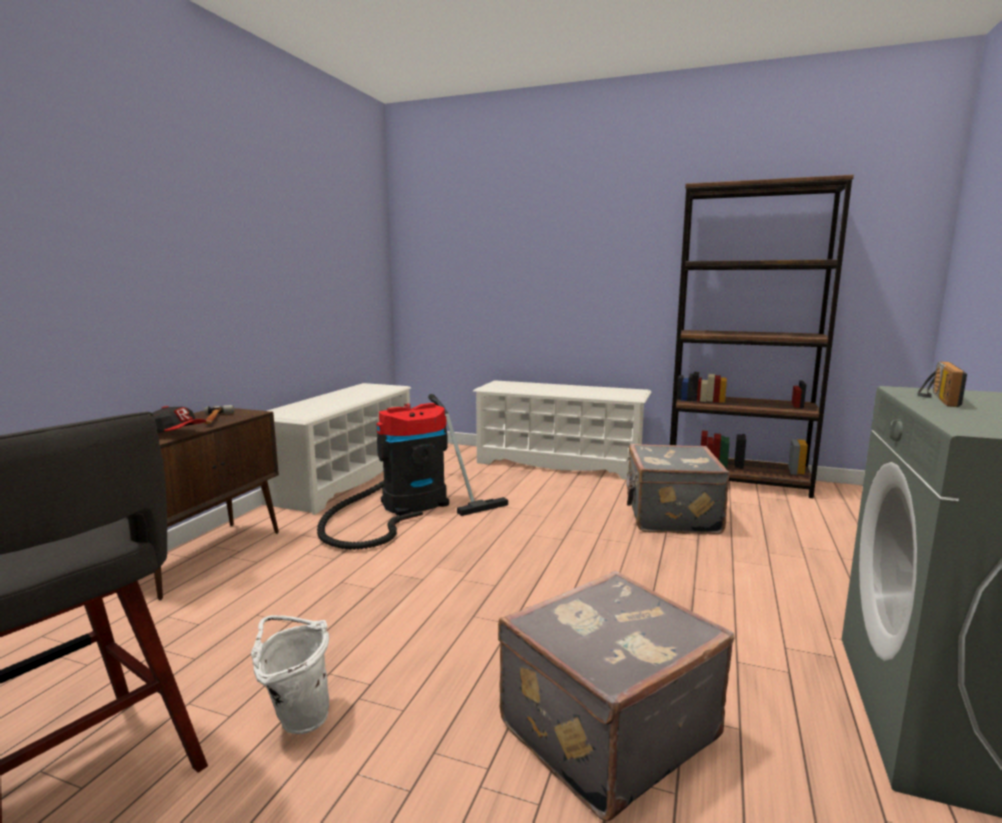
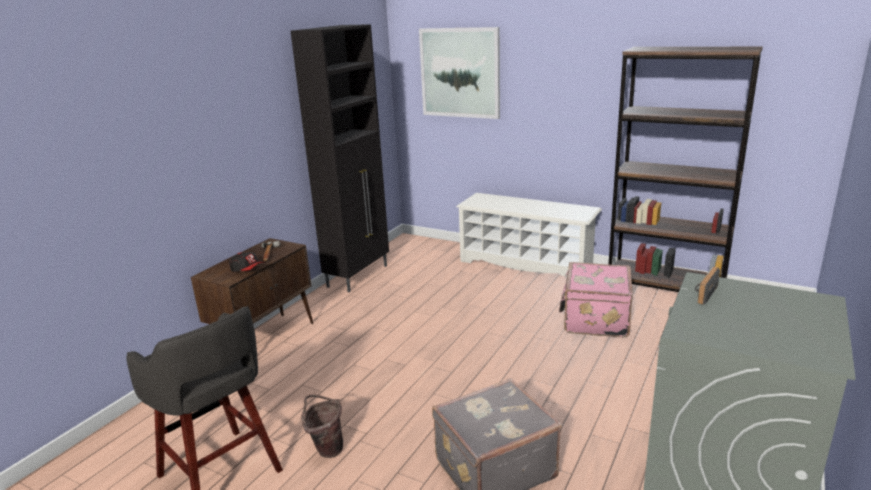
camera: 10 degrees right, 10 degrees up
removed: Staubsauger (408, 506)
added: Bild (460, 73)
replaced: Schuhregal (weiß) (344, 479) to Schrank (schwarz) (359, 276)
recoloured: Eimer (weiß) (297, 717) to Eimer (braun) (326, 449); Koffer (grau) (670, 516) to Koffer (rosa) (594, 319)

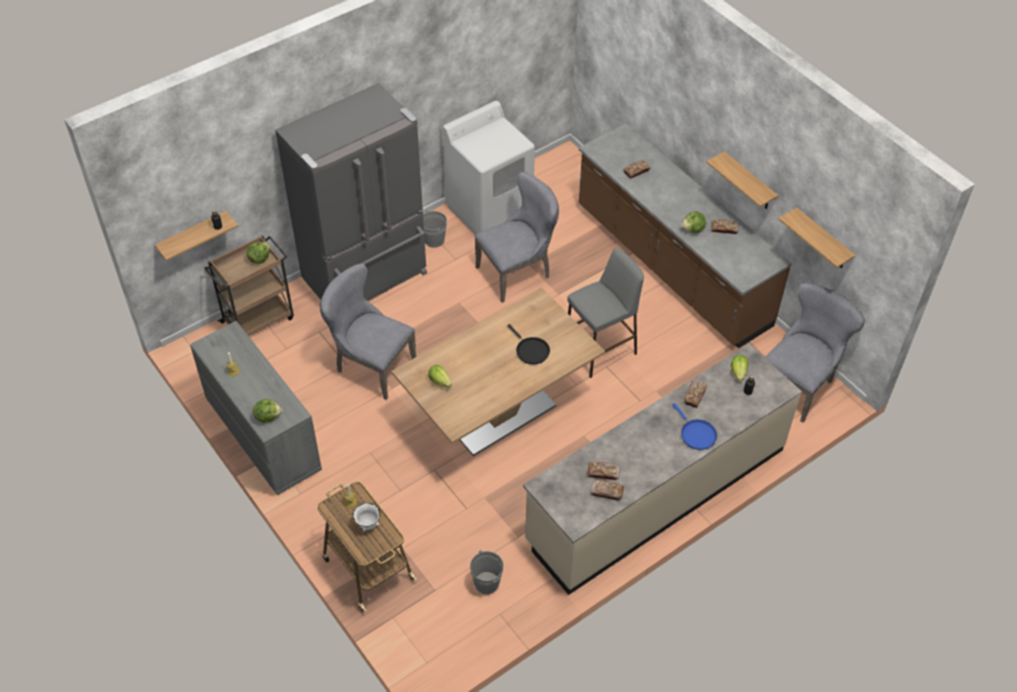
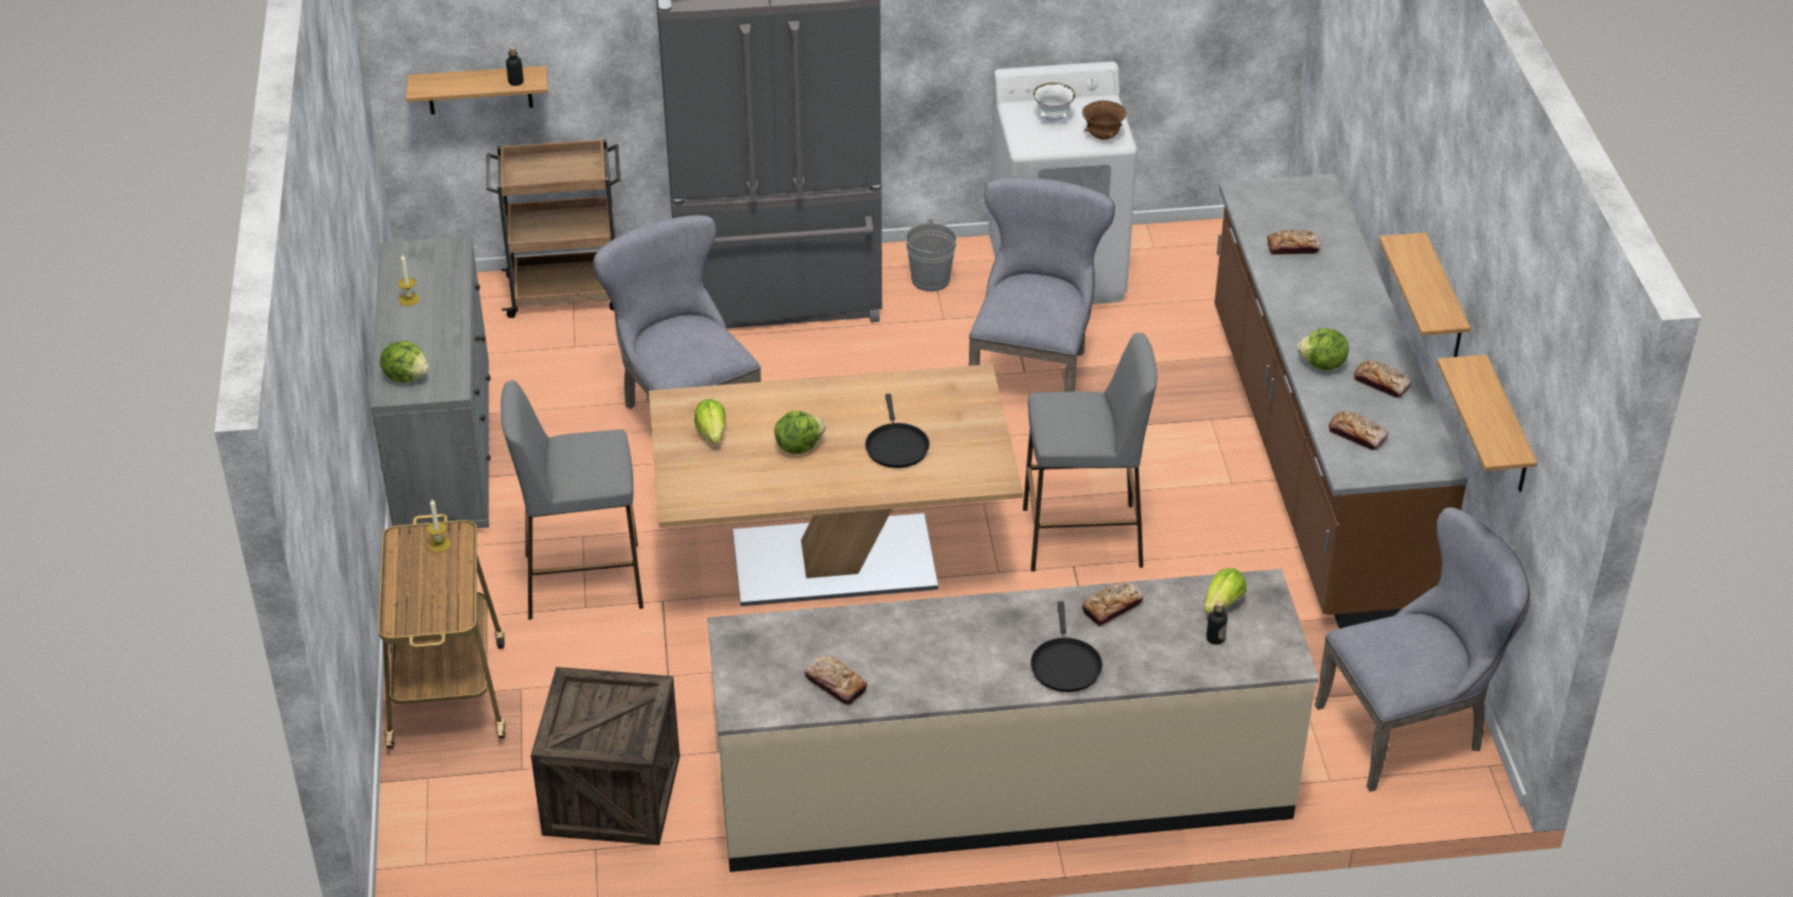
camera: 30 degrees right, 10 degrees down
added: Hocker (grau) (582, 581); Schüssel (braun) (1102, 136)
moved: Salatkopf (259, 259) to (798, 446); Schüssel (weiß) (368, 524) to (1053, 118); Brot (603, 472) to (1357, 435)
replaced: Eimer (grau) (486, 583) to Kiste (612, 795)
recoloured: Pfanne (blau) (696, 434) to Pfanne (schwarz) (1065, 664)
turned: Stuhl (grau) (518, 272) = (1033, 373) 75 degrees counterclockwise

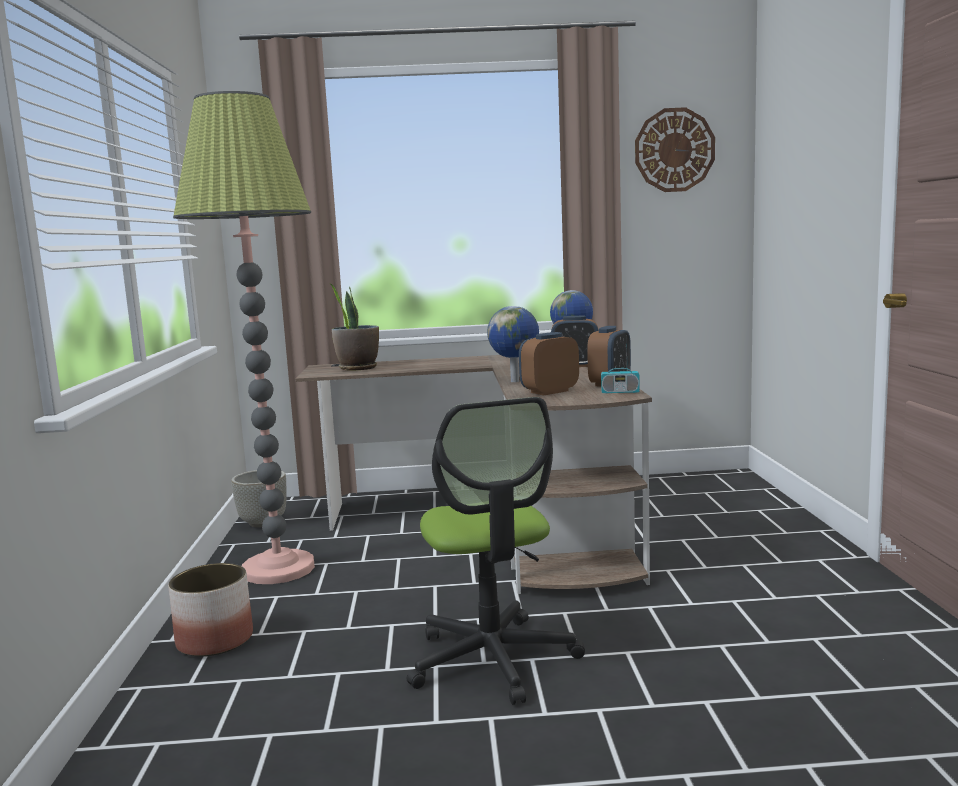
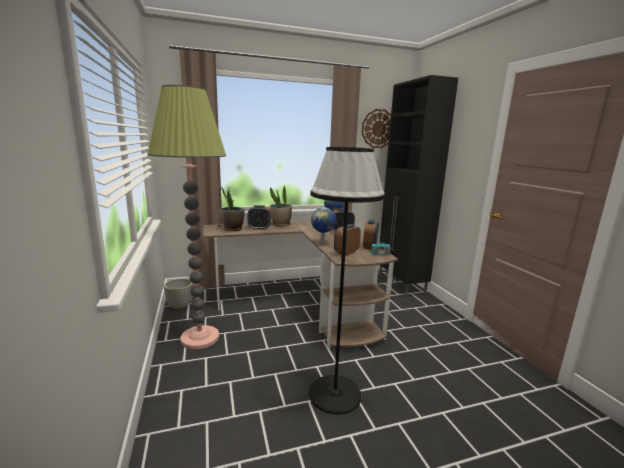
camera: 15 degrees left, 5 degrees up
removed: Pflanzkübel (214, 641)
added: Wecker (259, 228); Topfpflanze (280, 224); Schrank (schwarz) (401, 284)
replaced: Bürostuhl (492, 659) to Stehlampe (schwarz) (335, 394)

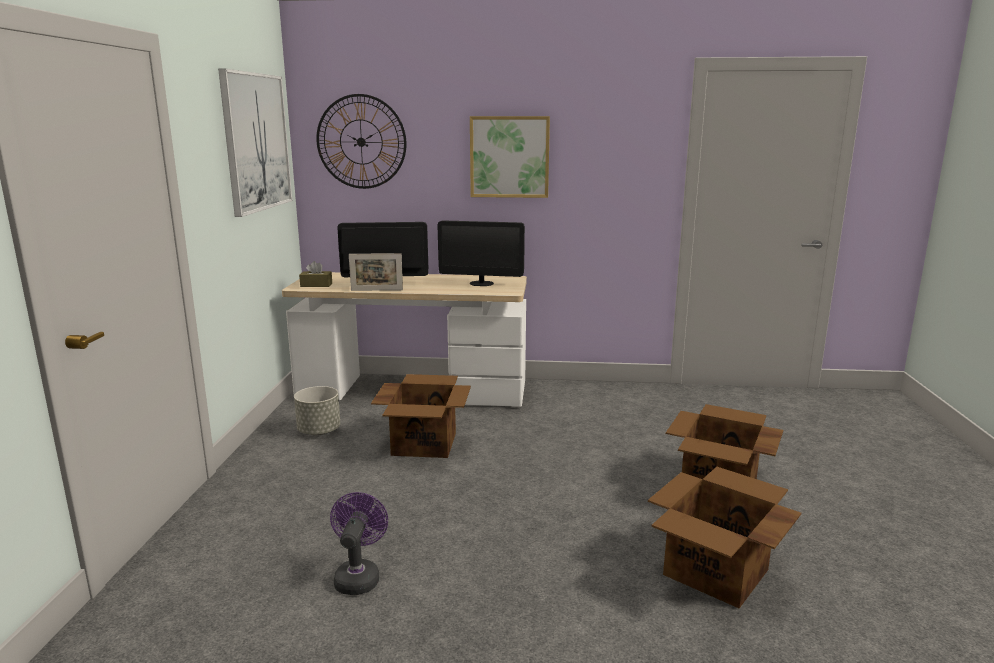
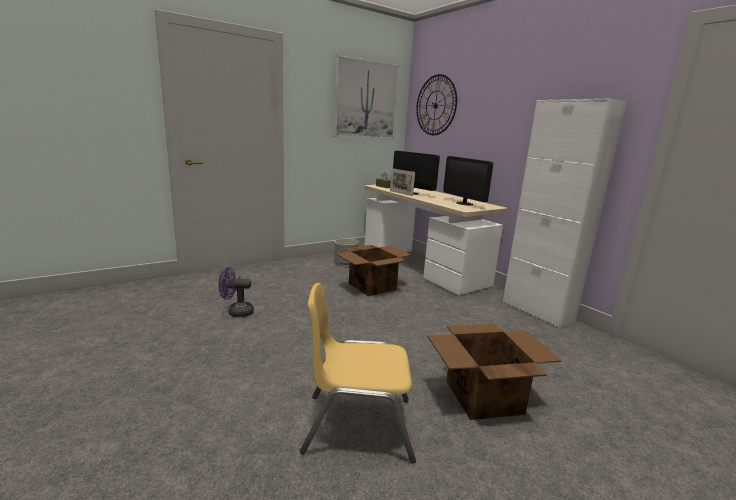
camera: 50 degrees right, 0 degrees up
removed: Bild (509, 157)
added: Schrank (weiß) (537, 311)
replaced: Karton (714, 572) to Stuhl (gelb) (358, 425)
turned: Ventilator (lila) (358, 576) = (236, 312) 150 degrees counterclockwise

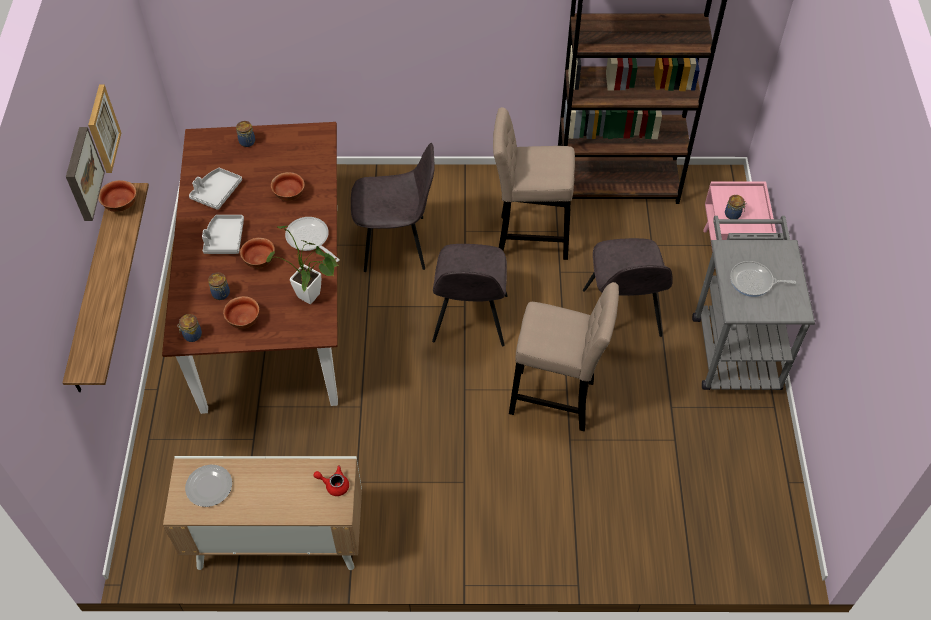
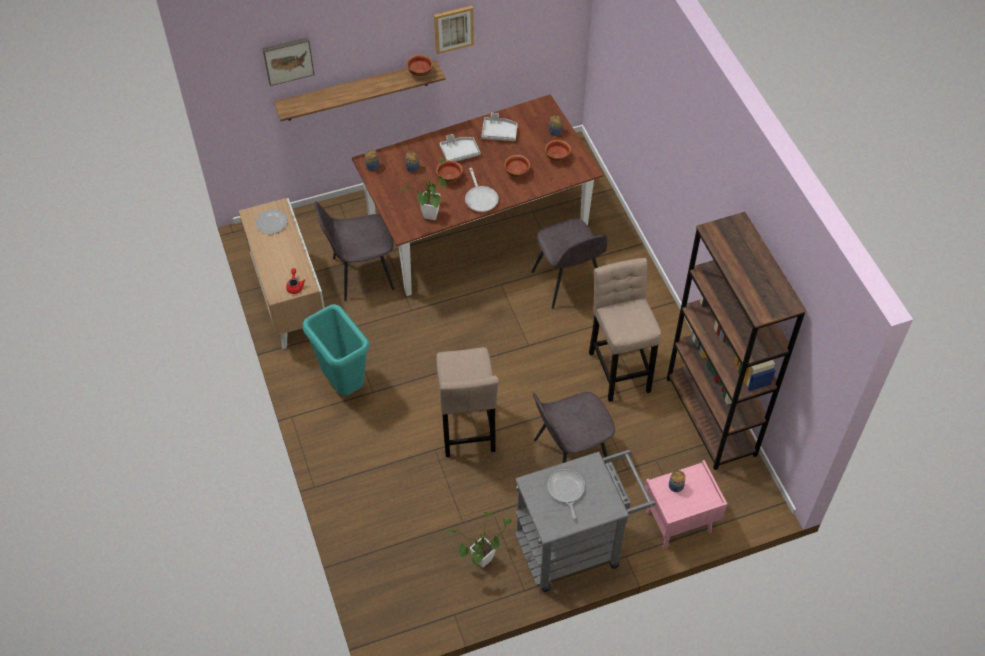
camera: 70 degrees right, 0 degrees up
added: Mülleimer (türkis) (343, 384); Topfpflanze (479, 562)
moved: Bild (81, 174) to (288, 59); Schüssel (243, 320) to (557, 157); Stuhl (grau) (470, 320) to (361, 274)
turned: Pfanne (310, 239) = (481, 198) 135 degrees clockwise

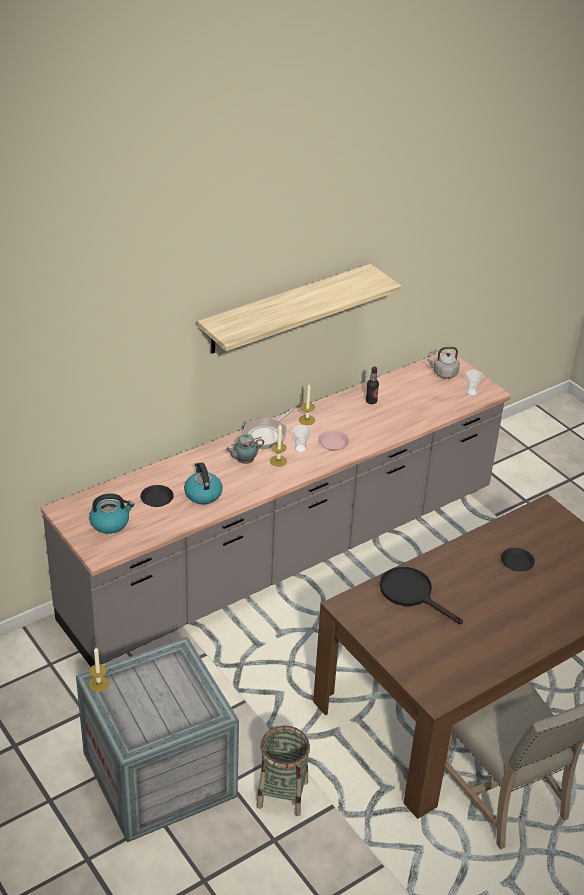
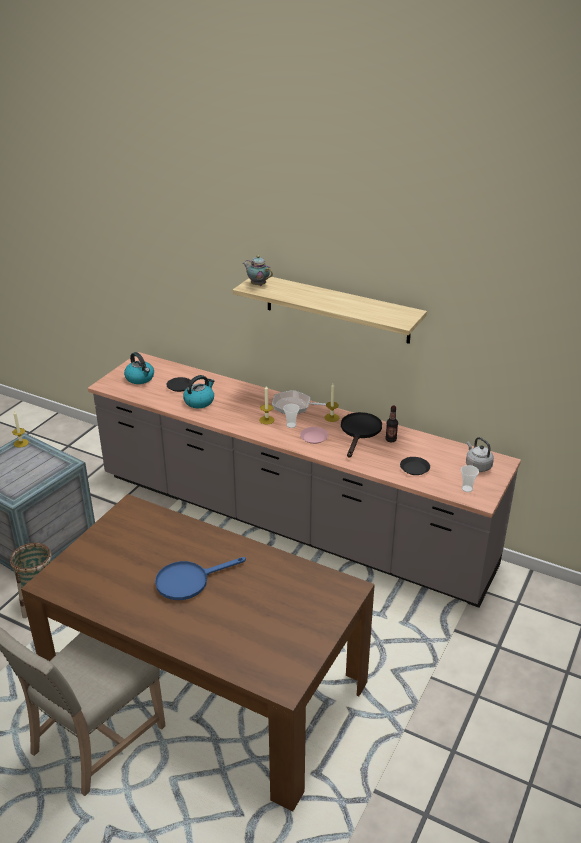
camera: 65 degrees right, 5 degrees down
added: Pfanne (blau) (189, 581)
moved: Teekanne (244, 461) to (257, 285); Pfanne (schwarz) (412, 593) to (360, 431); Teller (schwarz) (517, 562) to (415, 468)

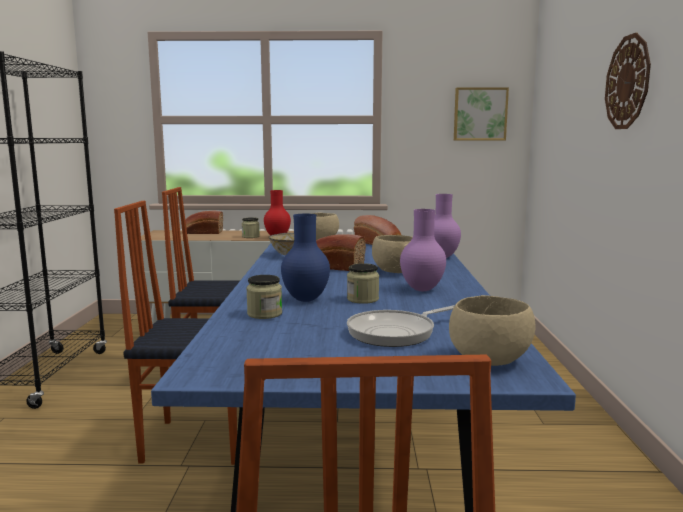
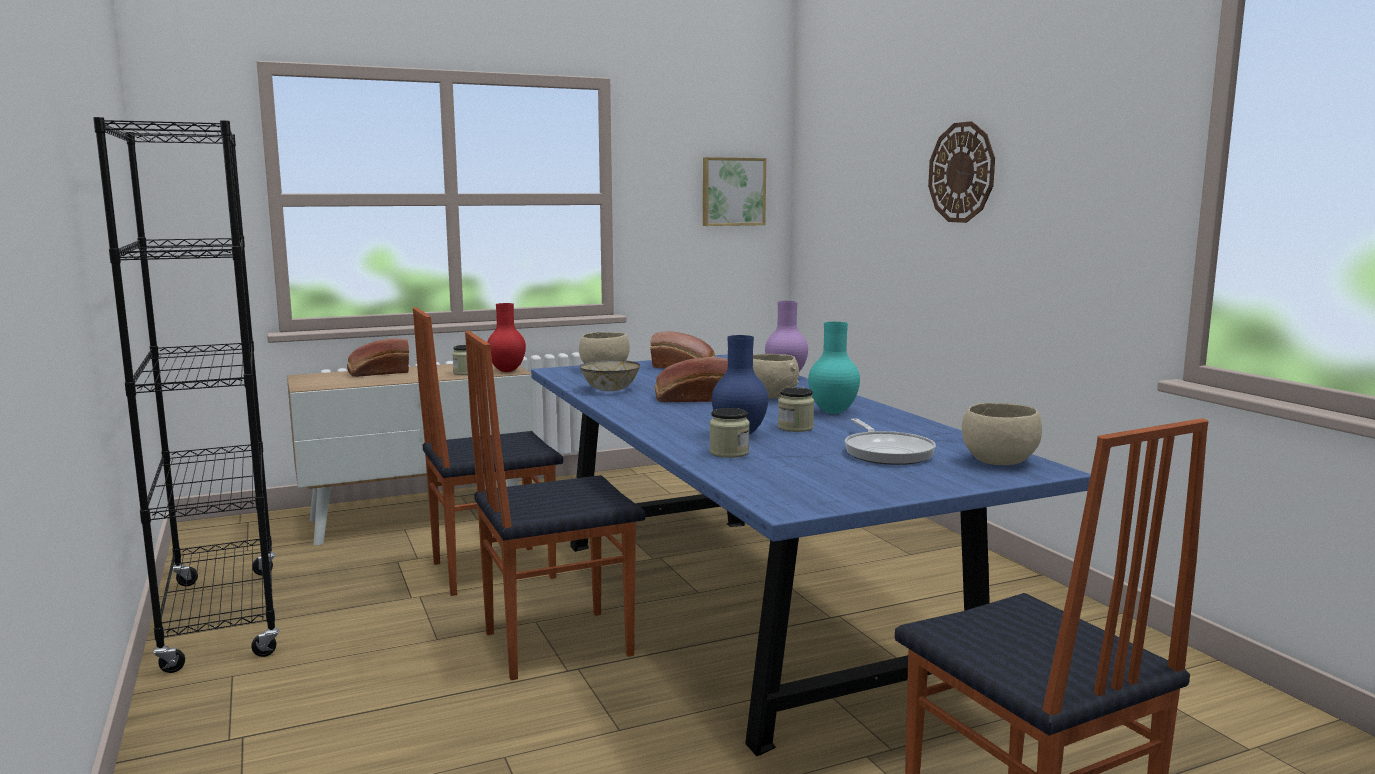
camera: 25 degrees left, 0 degrees up
recoloured: Vase (lila) (421, 289) to Vase (türkis) (832, 412)
turned: Pfanne (395, 333) = (886, 452) 45 degrees counterclockwise

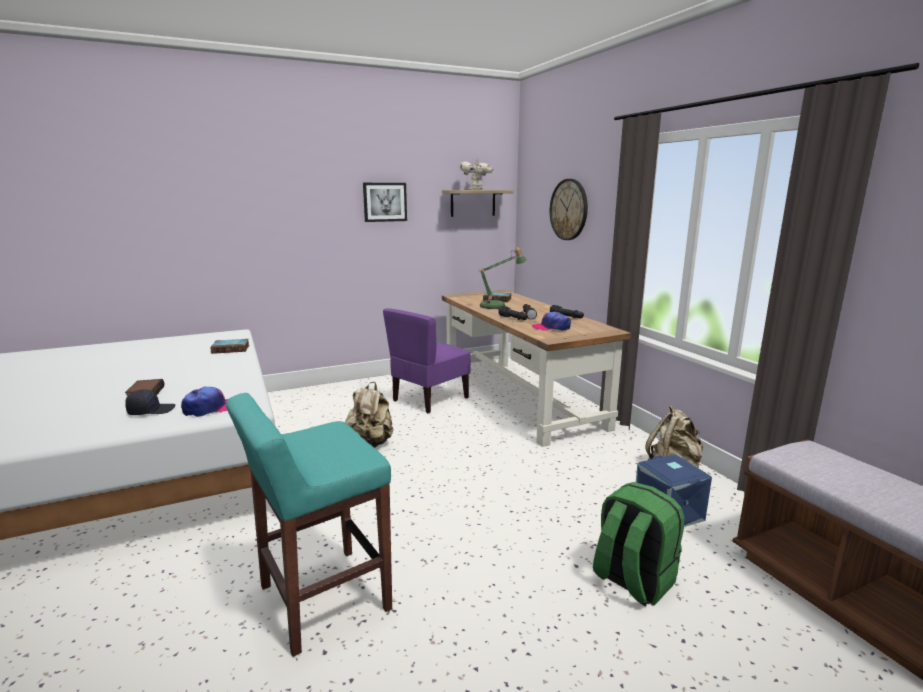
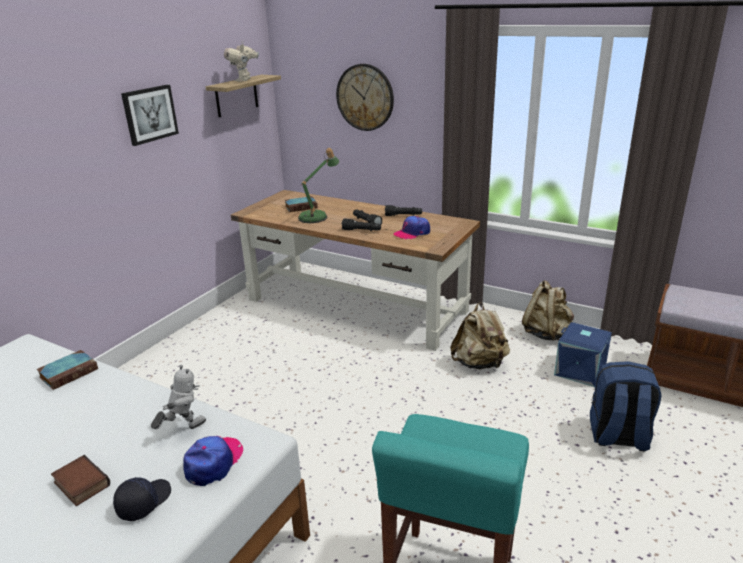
camera: 35 degrees left, 10 degrees up
removed: Stuhl (lila) (429, 399)
added: Spielzeugroboter (183, 429)
moved: Rucksack (beige) (371, 443) to (479, 363)
recoloured: Rucksack (grün) (632, 580) to Rucksack (blau) (618, 436)

